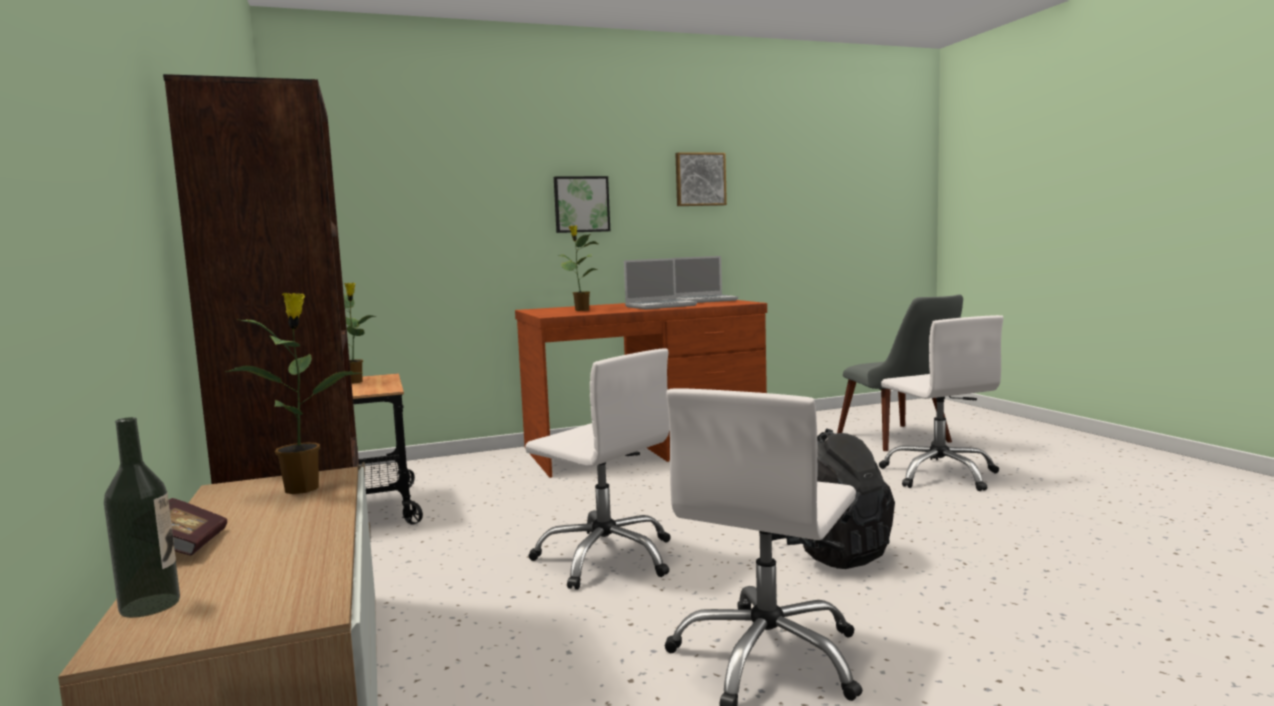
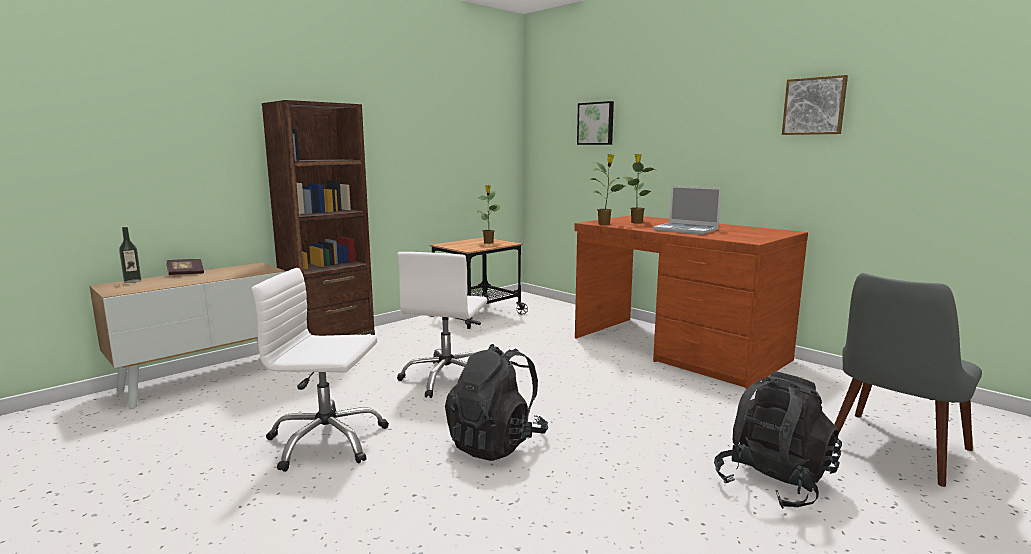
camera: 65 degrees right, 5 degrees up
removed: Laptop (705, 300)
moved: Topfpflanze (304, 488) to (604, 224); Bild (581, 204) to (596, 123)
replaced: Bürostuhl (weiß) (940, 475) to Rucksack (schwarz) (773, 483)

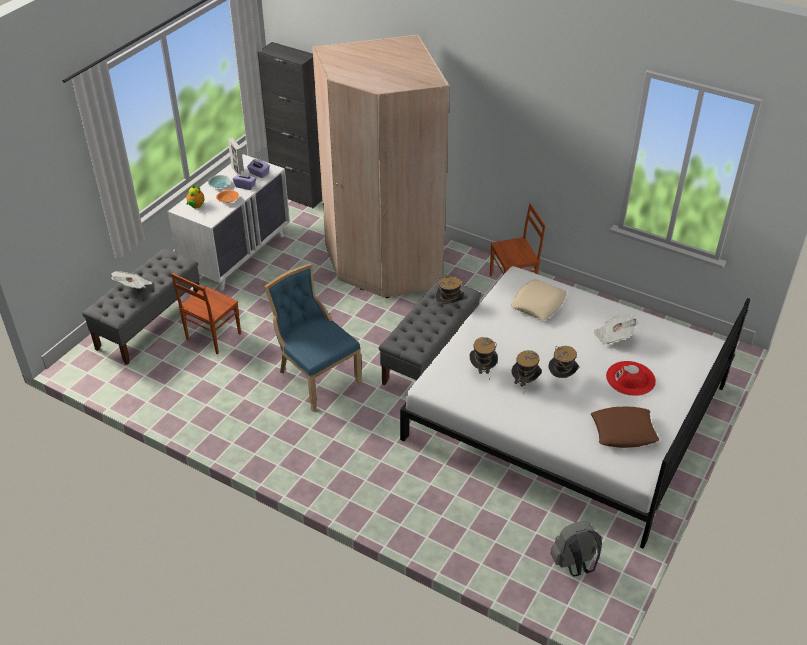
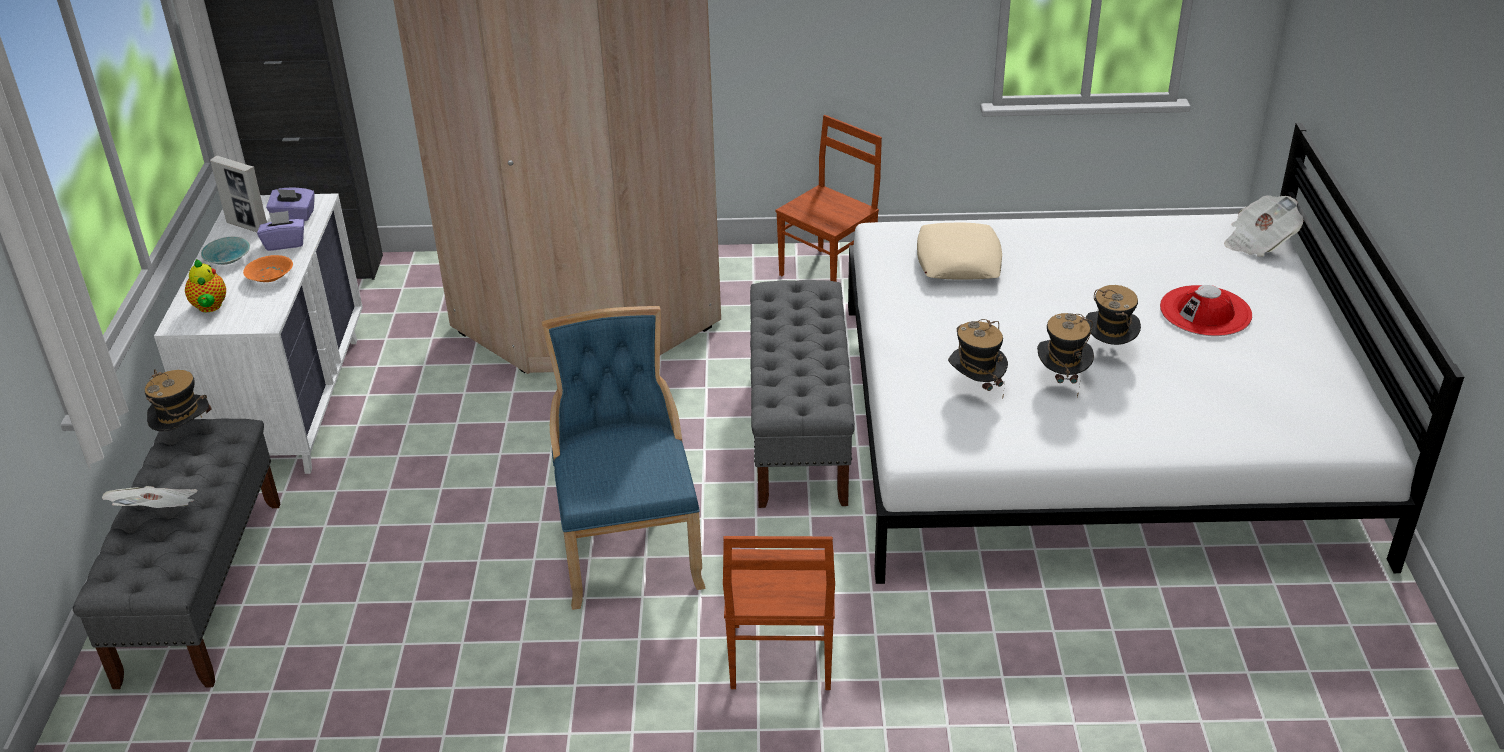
camera: 30 degrees left, 5 degrees down
removed: Rucksack (grau) (574, 564); Kissen (braun) (623, 431)
moved: Stuhl (braun) (212, 336) to (779, 658); Hut (449, 307) to (186, 436); Zeitung (613, 337) to (1258, 242)
turned: Stuhl (blau) (316, 377) = (629, 546) 60 degrees clockwise

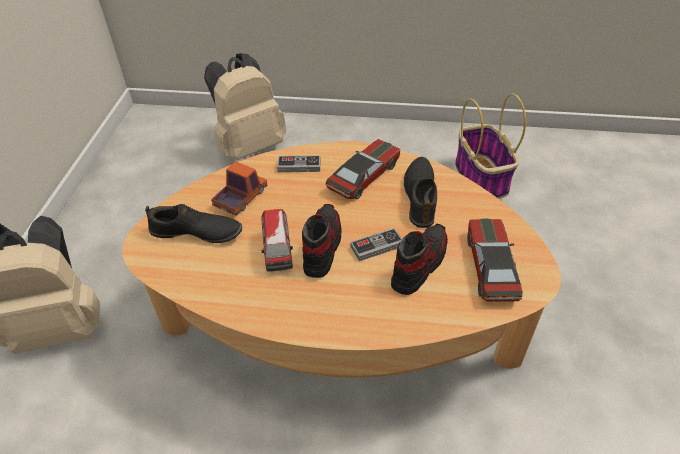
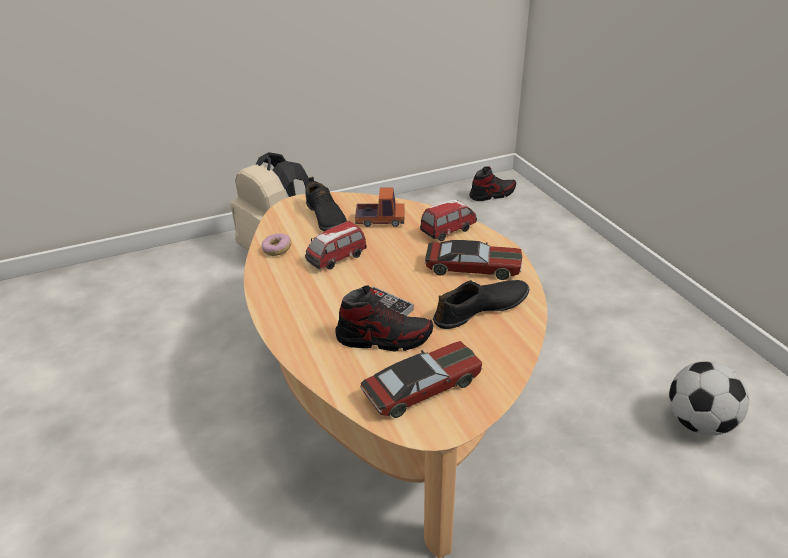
camera: 60 degrees right, 10 degrees down
removed: Rucksack (beige) (249, 146)
added: Donut (277, 250)
moved: Schuh (321, 247) to (492, 194)
replaced: Gamepad (299, 166) to Spielzeugauto (448, 230); Korb (481, 179) to Fußball (699, 423)

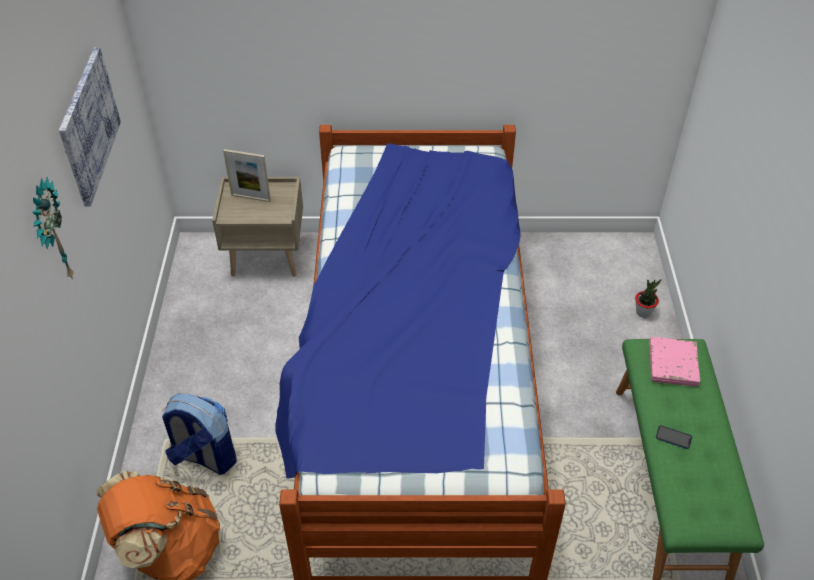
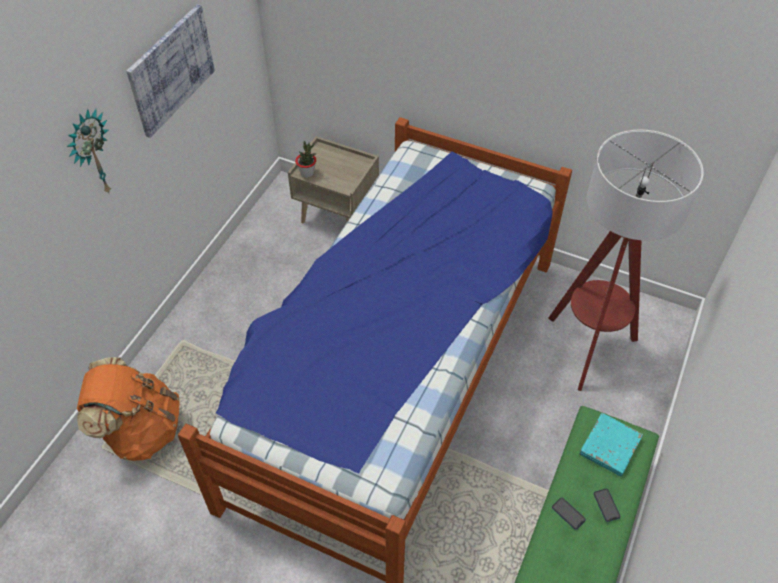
camera: 25 degrees right, 5 degrees up
removed: Rucksack (204, 457); Bilderrahmen (251, 198)
added: Stehlampe (588, 348); Handy (606, 505)
moved: Topfpflanze (643, 312) to (307, 173)
recoloured: Buch (rosa) (672, 364) to Buch (türkis) (610, 446)

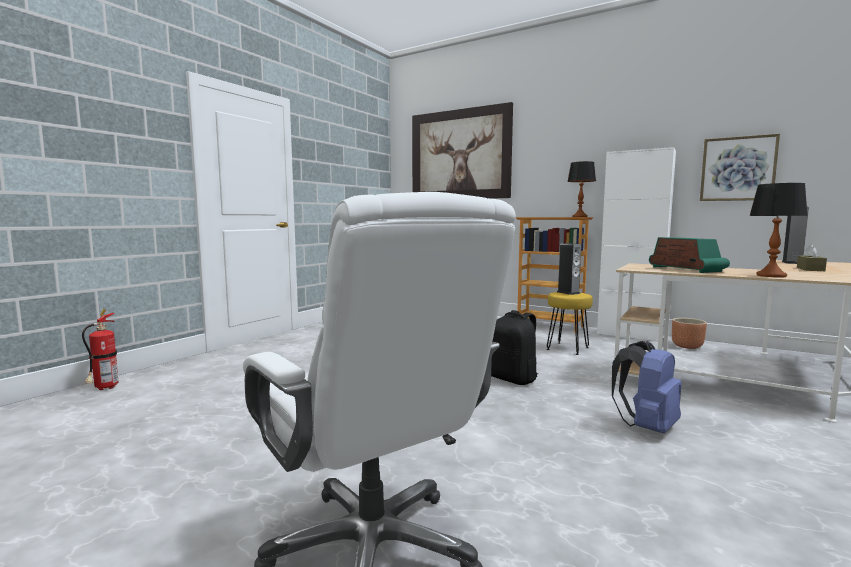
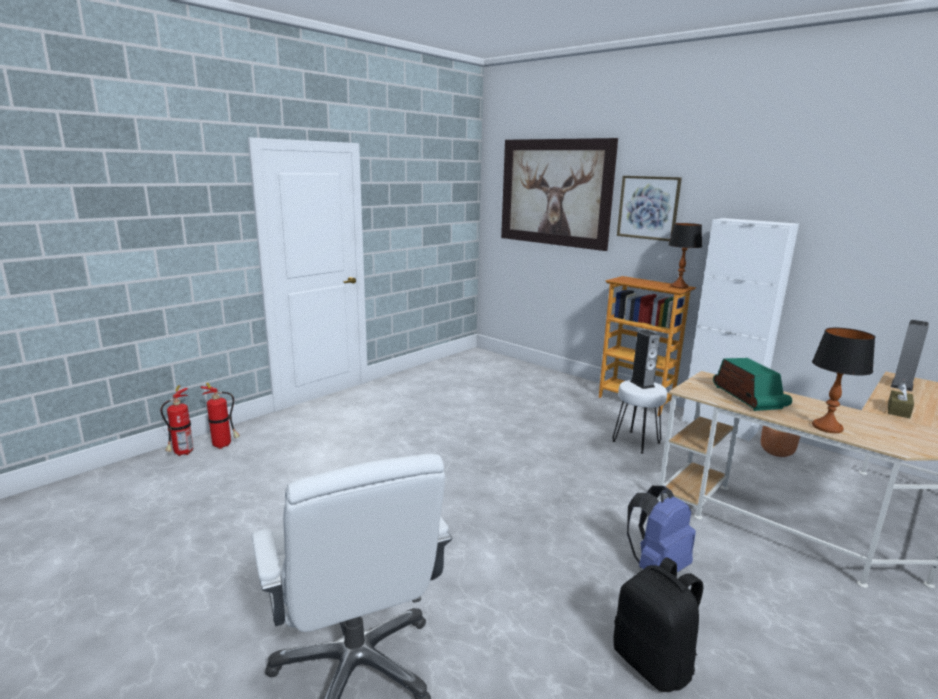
camera: 10 degrees right, 10 degrees up
added: Feuerlöscher (224, 446)
moved: Rucksack (schwarz) (513, 379) to (654, 663); Bild (737, 169) to (648, 207)
recoloured: Hocker (gelb) (567, 348) to Hocker (weiß) (636, 441)

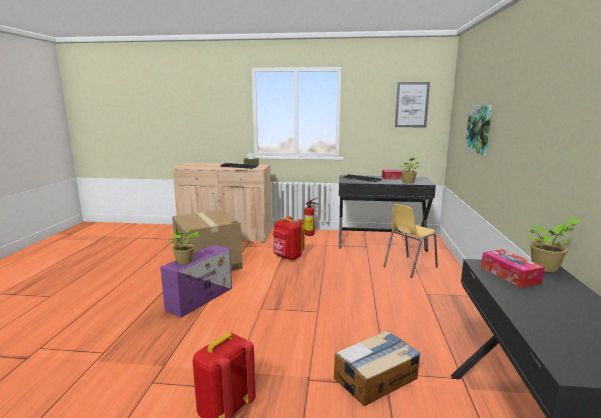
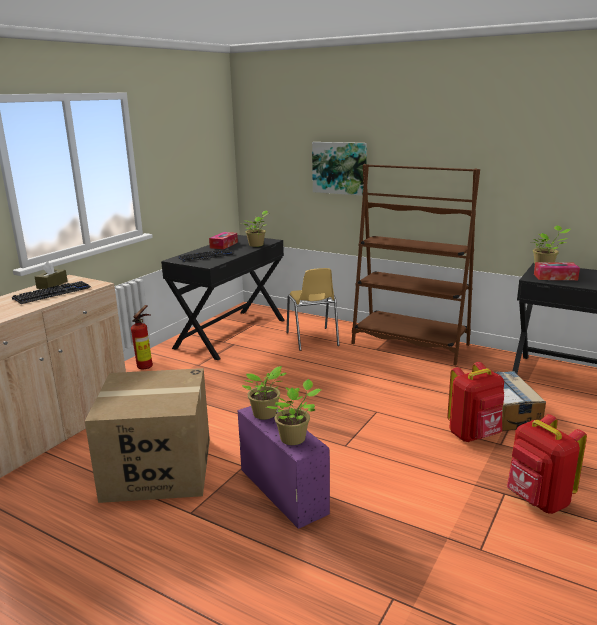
camera: 65 degrees left, 5 degrees up
removed: Bild (411, 104)
added: Topfpflanze (265, 415); Bücherregal (braun) (410, 344)
moved: Rucksack (rot) (287, 257) to (474, 435)

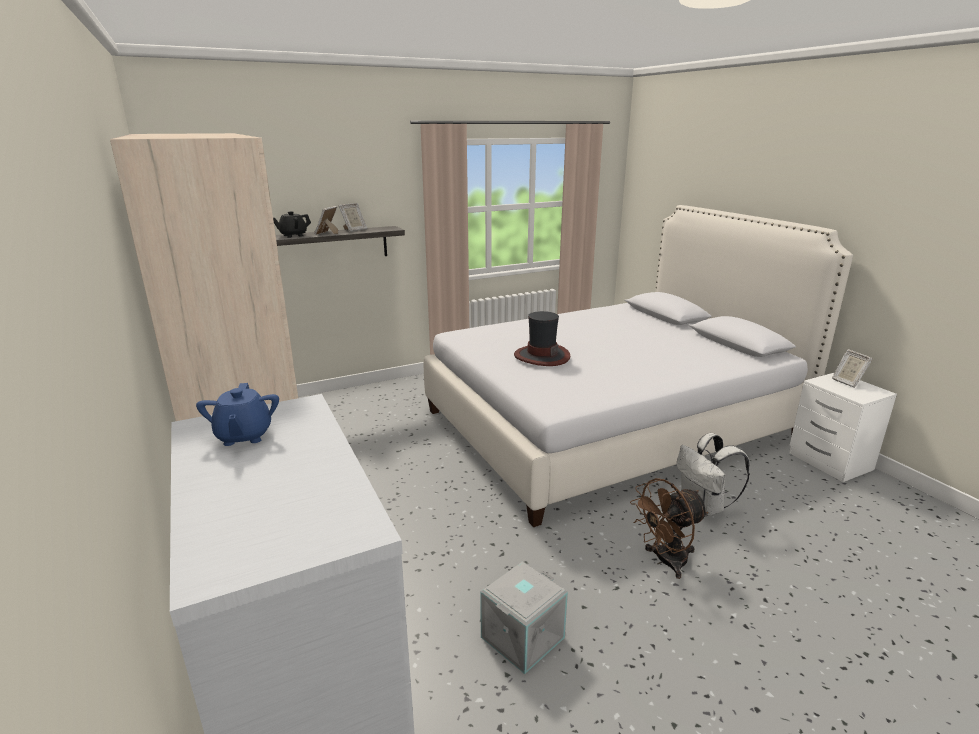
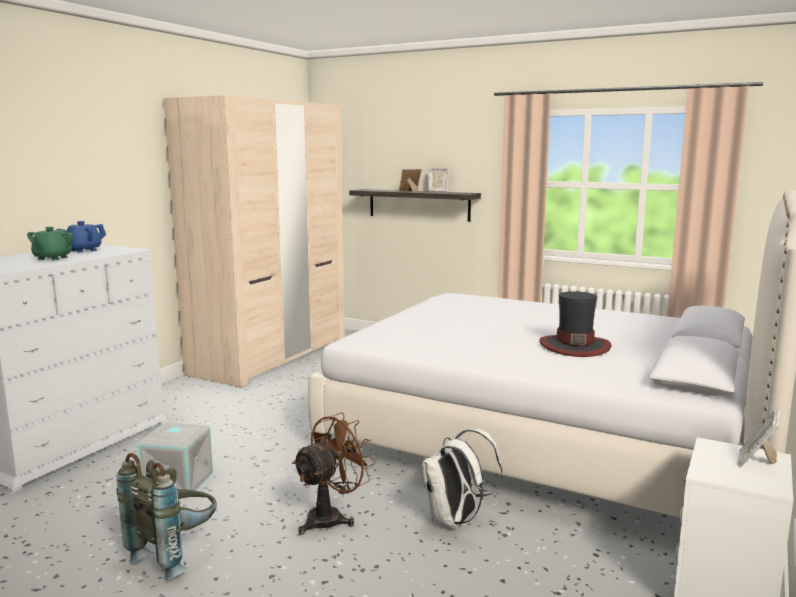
camera: 55 degrees right, 10 degrees down
removed: Teekanne (schwarz) (293, 235)
added: Teekanne (grün) (52, 258); Rucksack (grau) (176, 554)
moved: Hut (541, 356) to (574, 346)
turned: Ventilator (braun) (665, 561) = (331, 517) 105 degrees clockwise

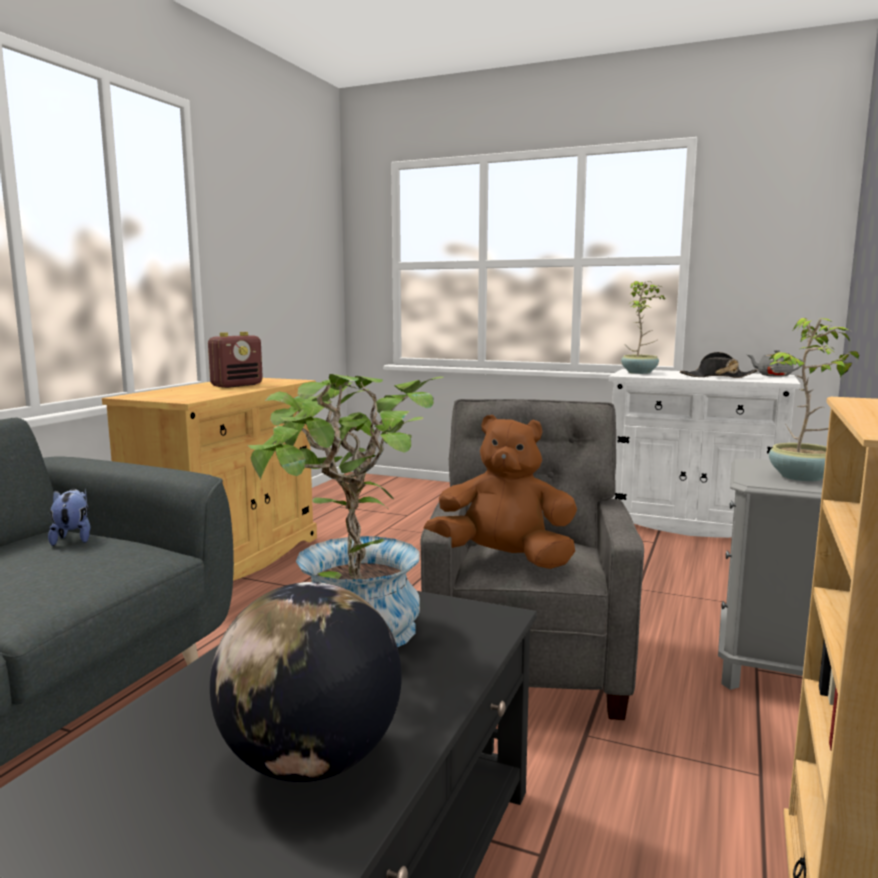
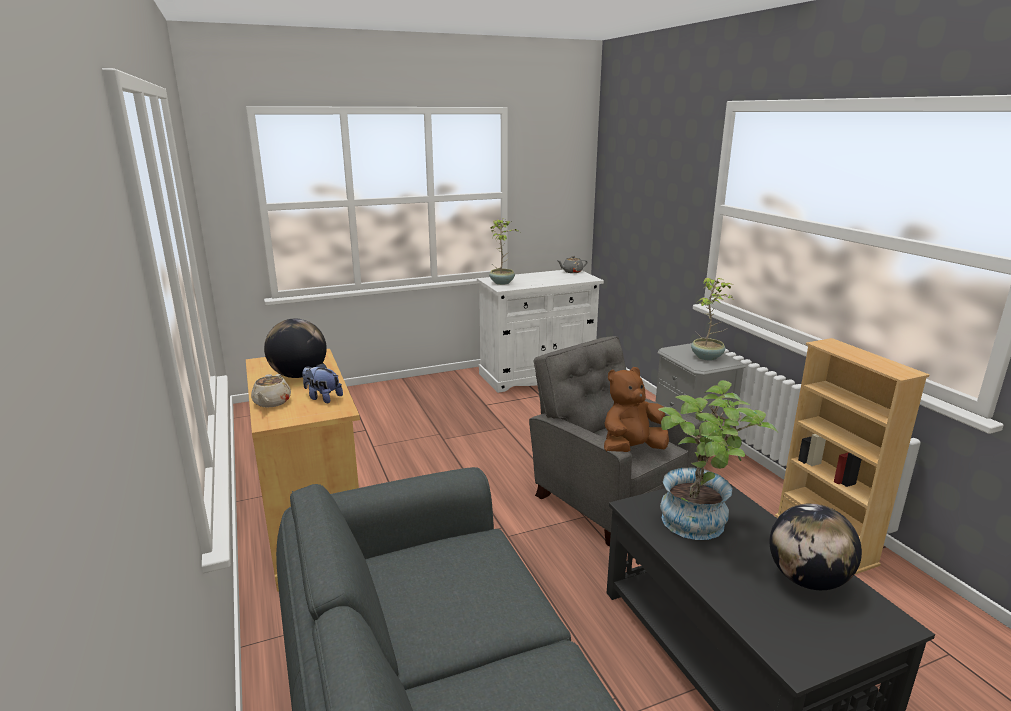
camera: 45 degrees left, 10 degrees up
removed: Hut (schwarz) (717, 377)
added: Teekanne (beige) (271, 402)
moved: Plüschtier (73, 539) to (322, 398)
replaced: Radio (237, 385) to Globus (299, 375)

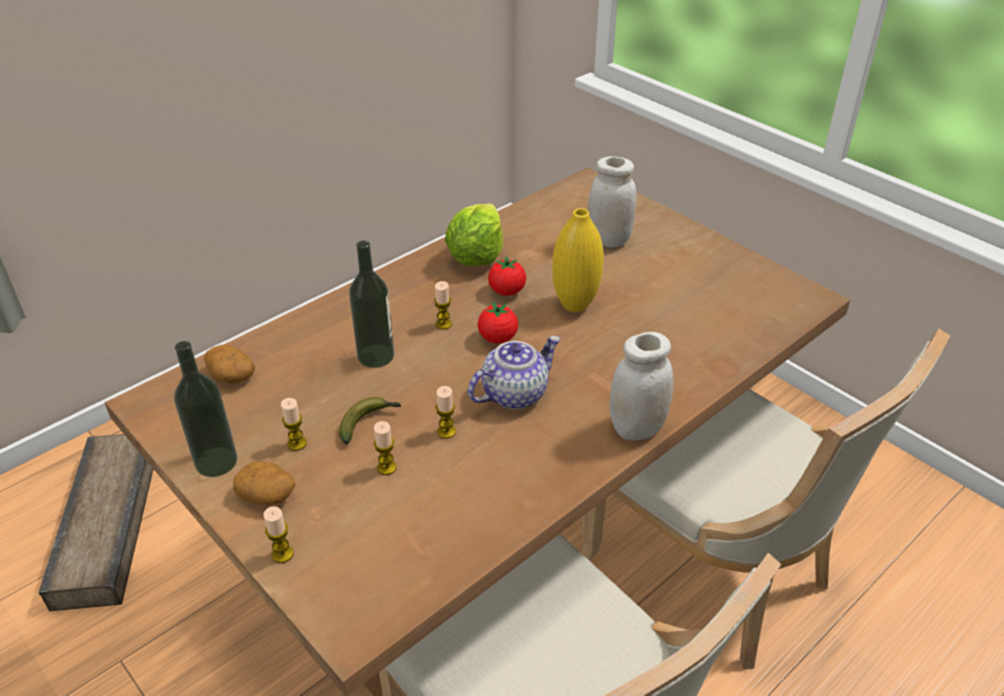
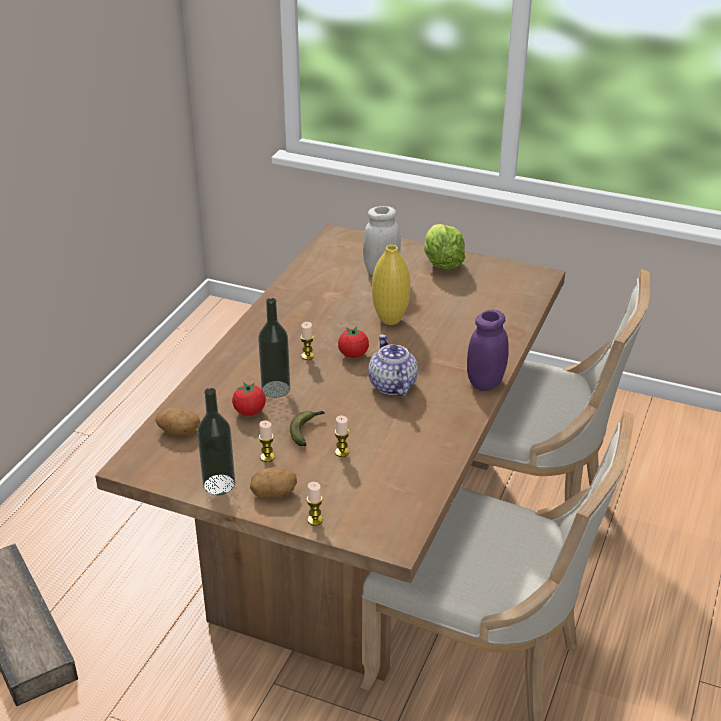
camera: 25 degrees left, 5 degrees down
removed: Kerze (446, 431)
moved: Salatkopf (476, 256) to (442, 263); Tomate (507, 291) to (249, 412)
recoloured: Vorratsglas (weiß) (637, 428) to Vorratsglas (lila) (485, 383)
turned: Teekanne (514, 393) = (391, 385) 45 degrees counterclockwise

